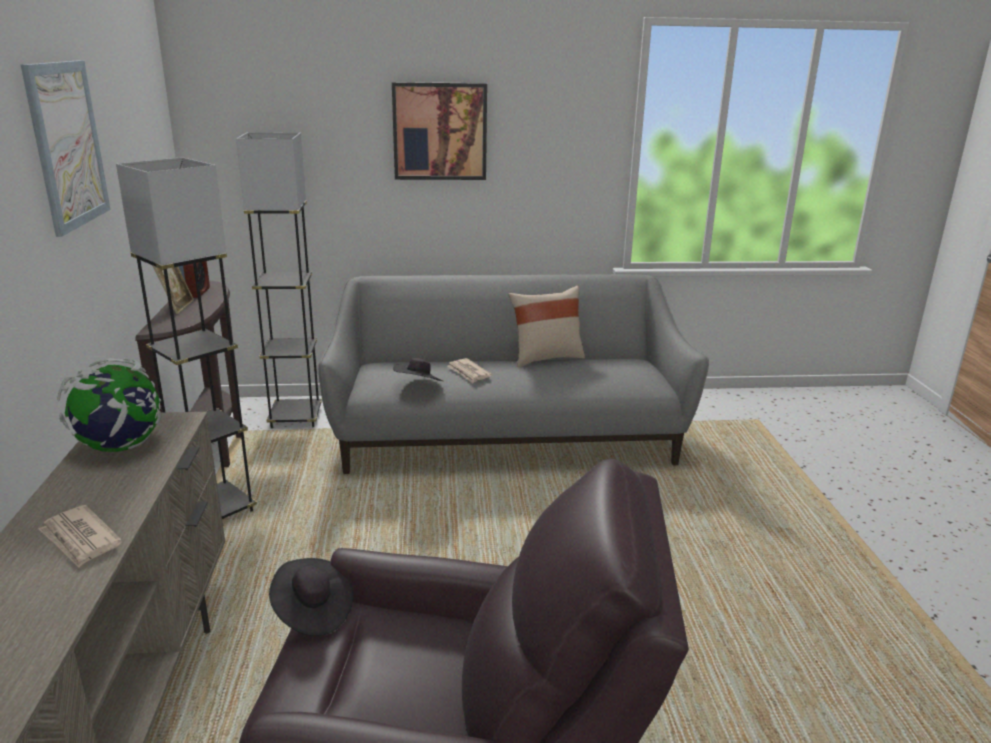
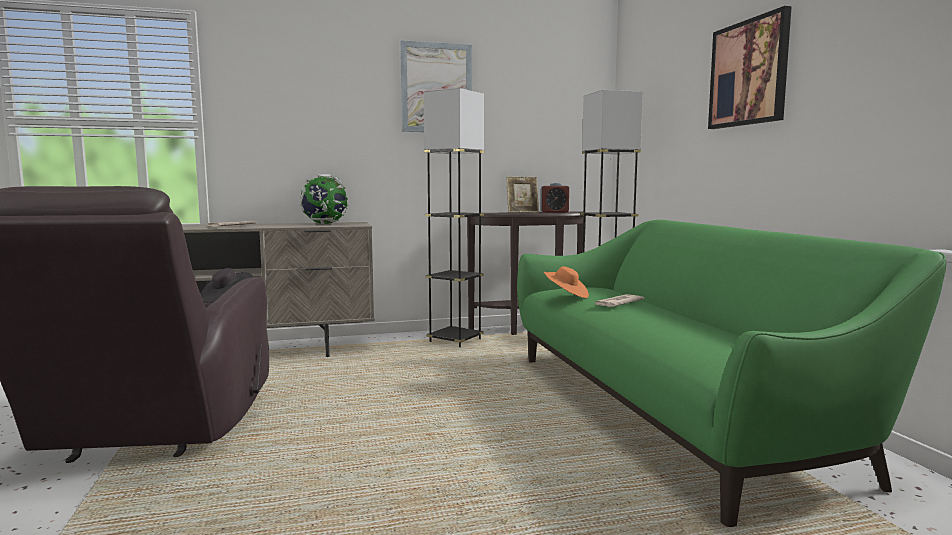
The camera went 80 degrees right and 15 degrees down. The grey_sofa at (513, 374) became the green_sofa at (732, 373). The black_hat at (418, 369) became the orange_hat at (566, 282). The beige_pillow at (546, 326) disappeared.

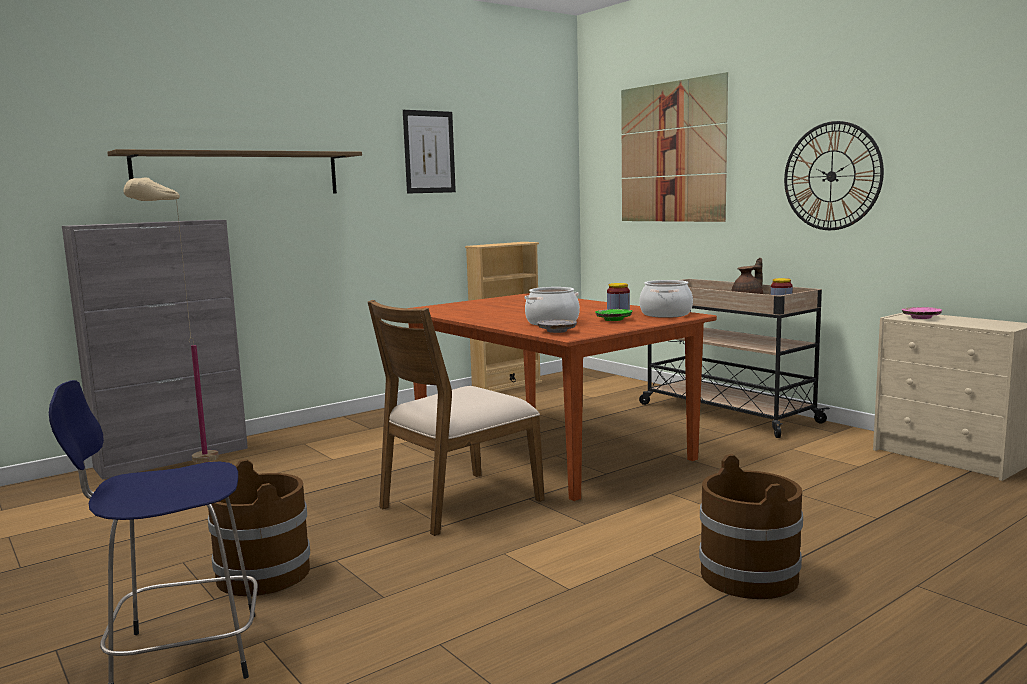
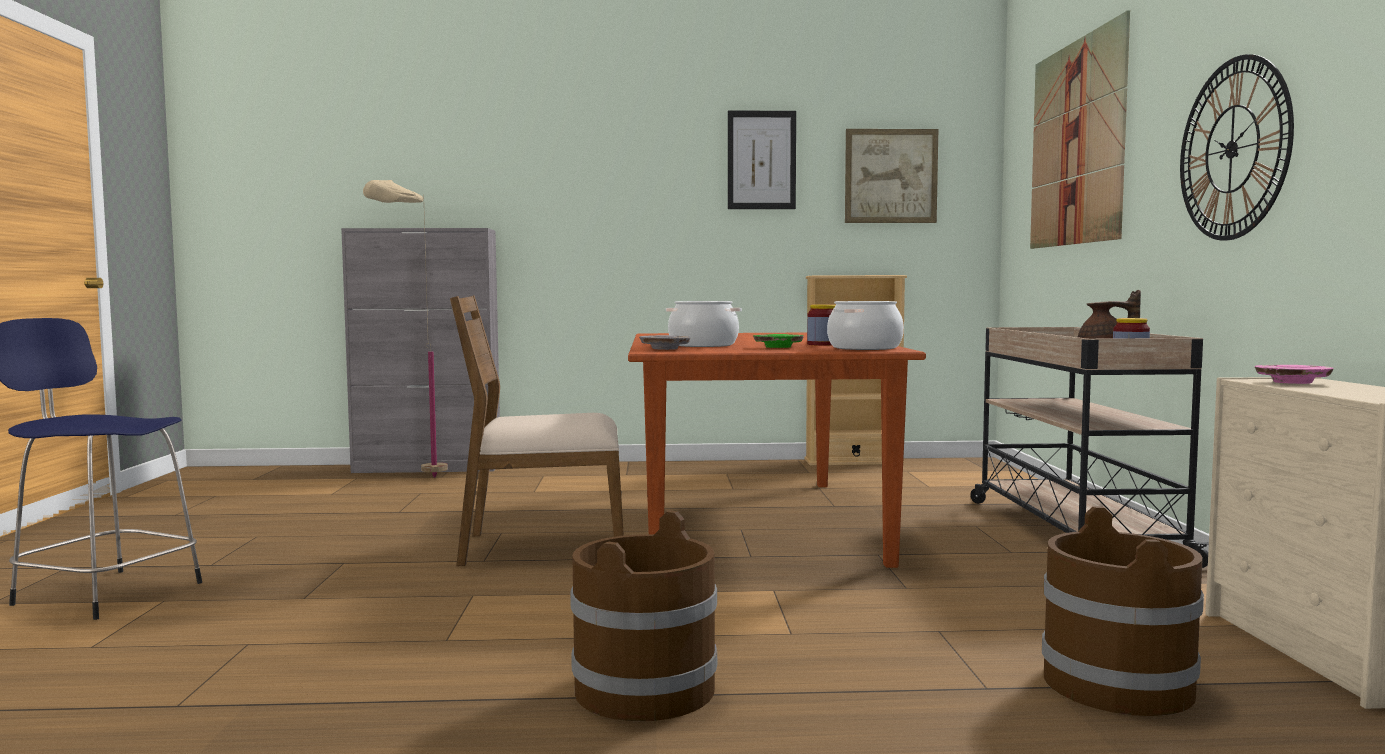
The camera went 35 degrees right and 5 degrees down. The picture at (891, 176) appeared. The brown_bucket moved from (258, 527) to (1123, 611). The shelf at (234, 171) disappeared.

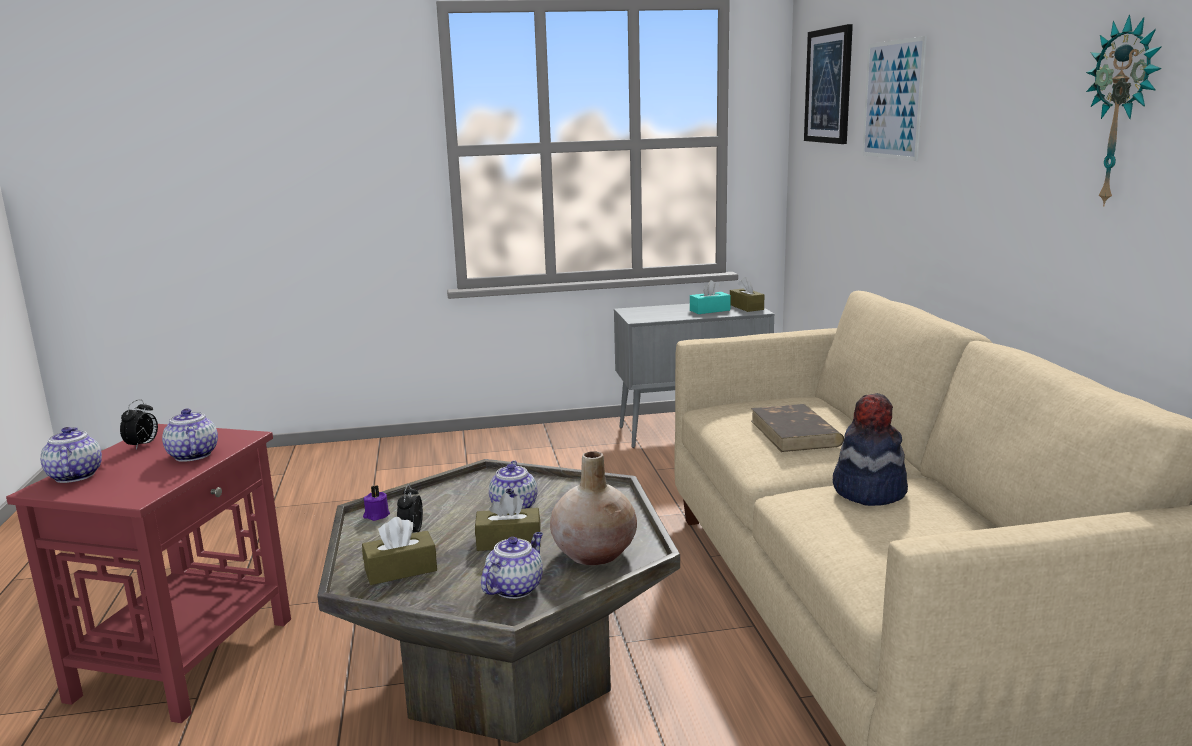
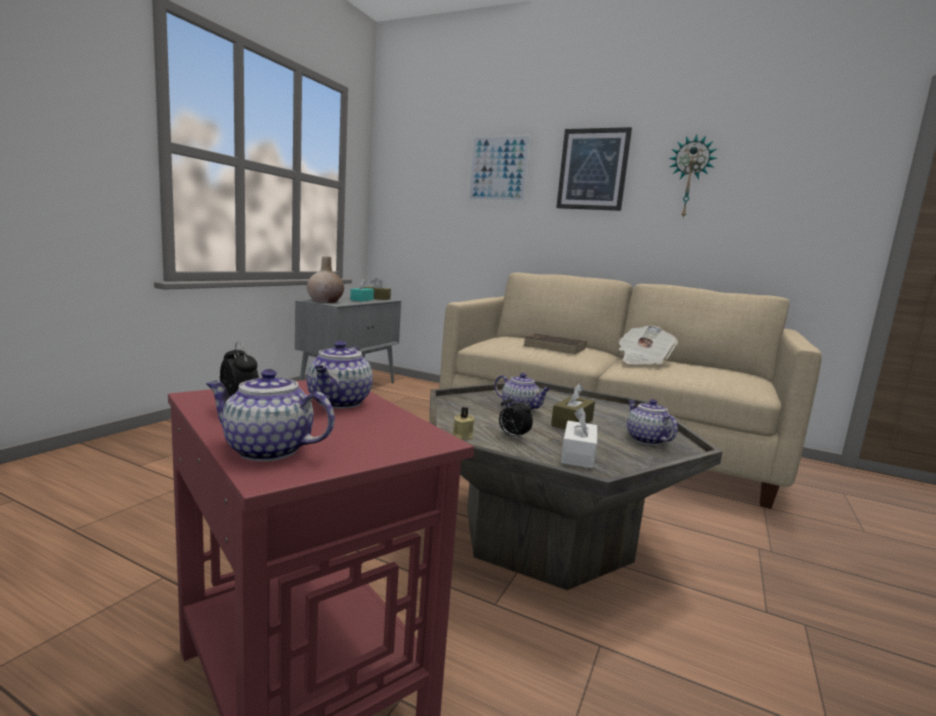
The camera went 55 degrees left and 5 degrees down. The beige_vase moved from (593, 508) to (325, 279). The teapot at (190, 435) turned 90 degrees counterclockwise. The purple_candle at (376, 503) became the beige_candle at (464, 423). The picture moved from (828, 84) to (594, 169). The brown_tissue_box at (399, 551) became the white_tissue_box at (579, 438). The hat at (870, 449) was replaced by the newspaper at (648, 345).

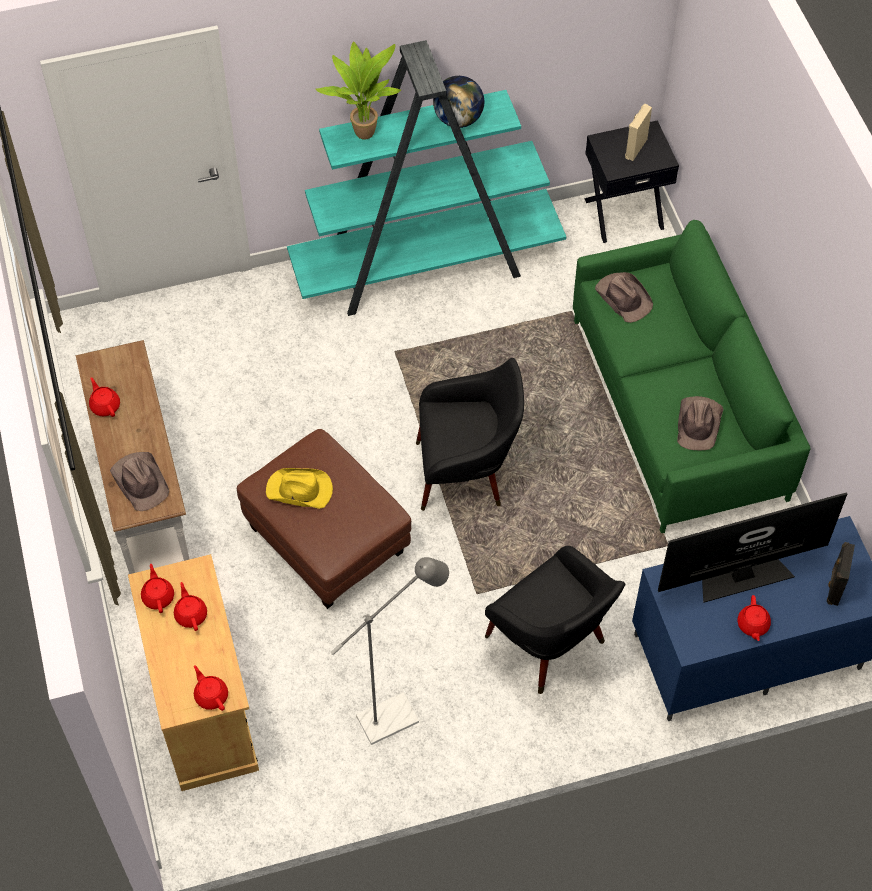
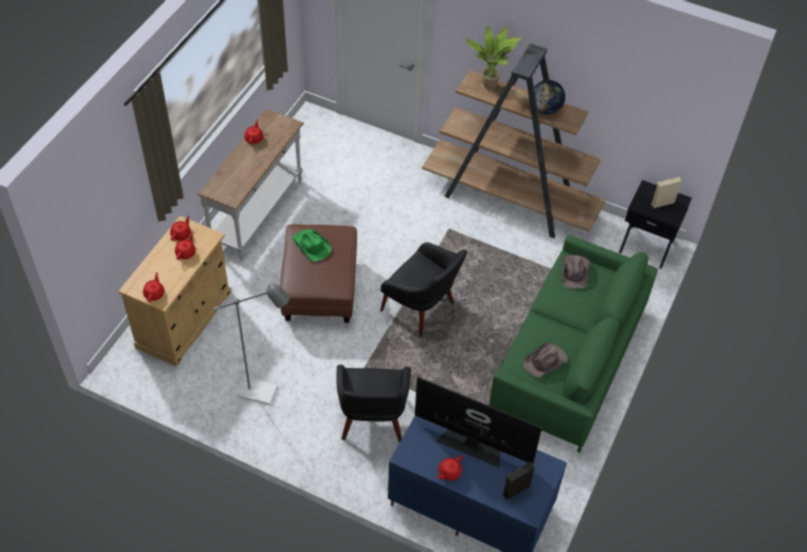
The camera went 40 degrees right and 5 degrees down. The yellow_hat at (299, 488) became the green_hat at (312, 245). The turquoise_bookcase at (426, 178) became the brown_bookcase at (514, 140). The brown_hat at (139, 481) disappeared.

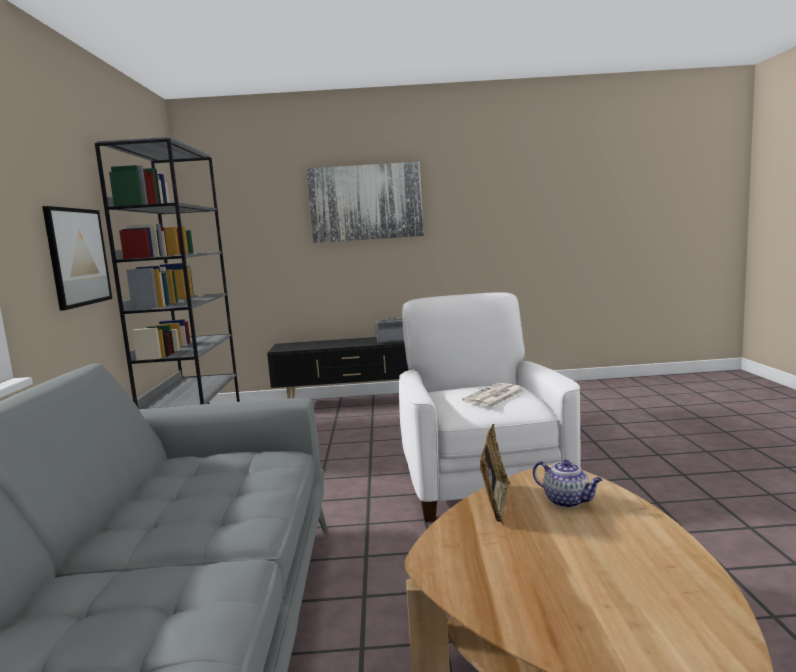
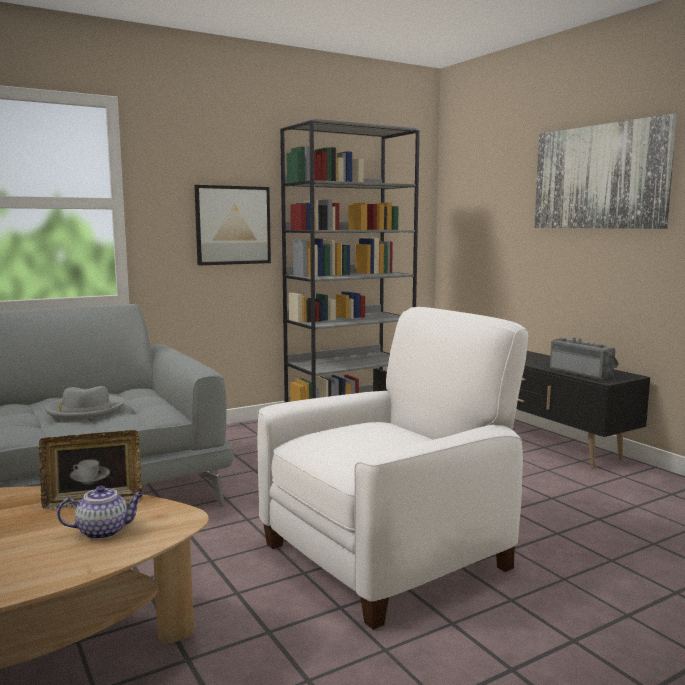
The camera went 60 degrees right and 0 degrees up. The grey_hat at (84, 403) appeared. The teapot at (567, 484) turned 120 degrees counterclockwise. The newspaper at (493, 395) disappeared.

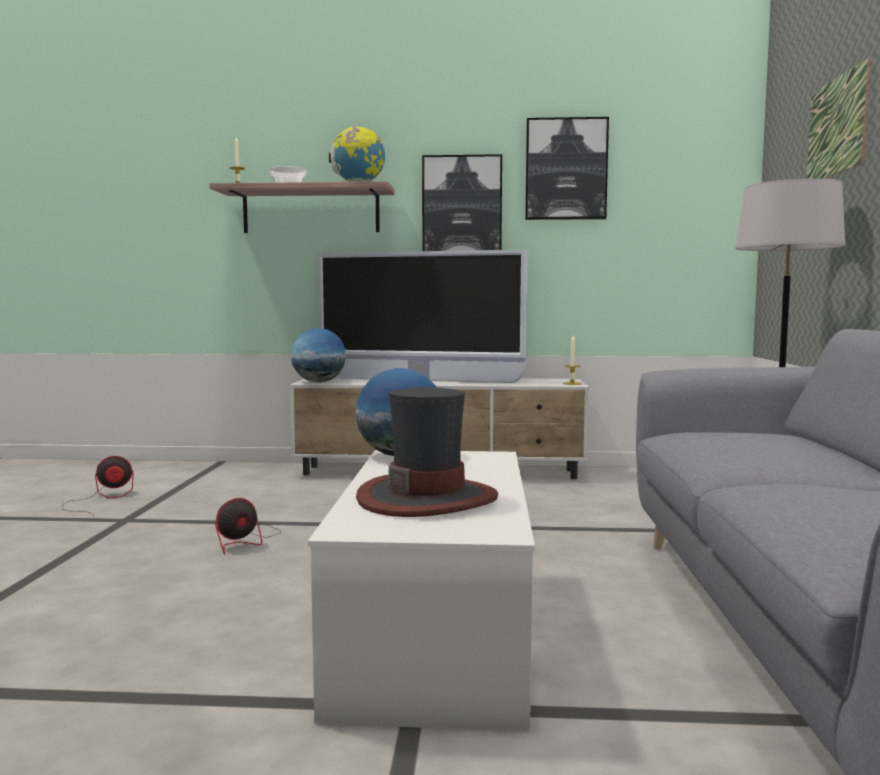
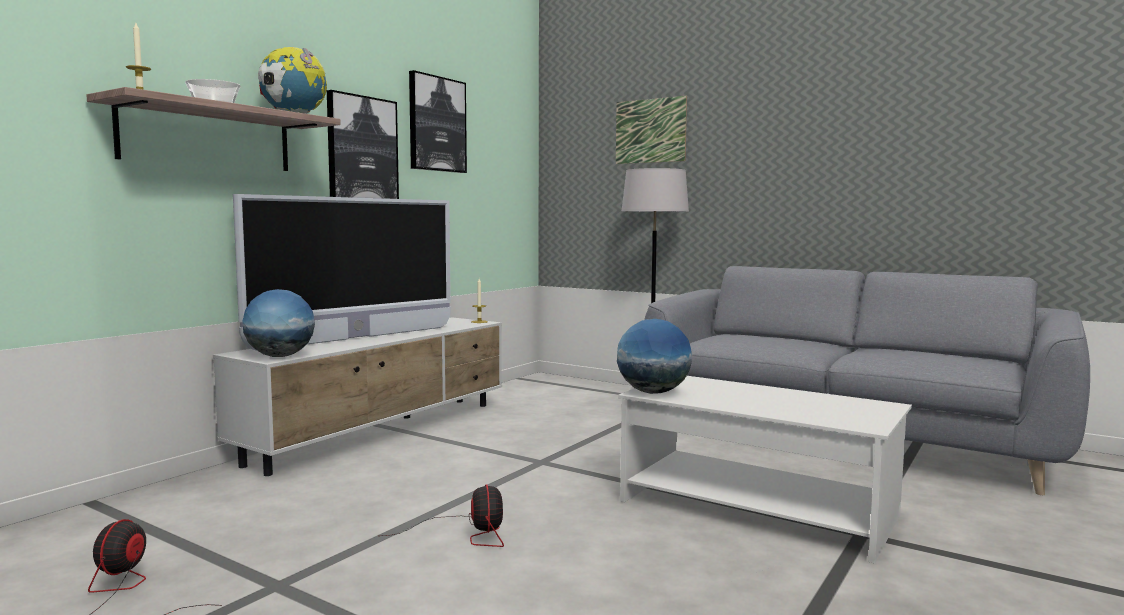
The camera went 60 degrees left and 0 degrees up. The hat at (427, 452) disappeared.

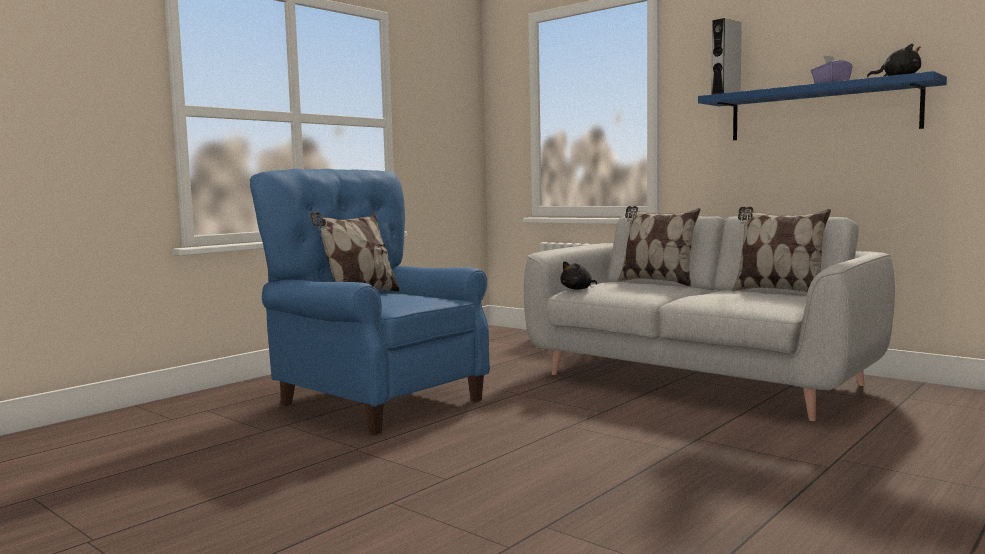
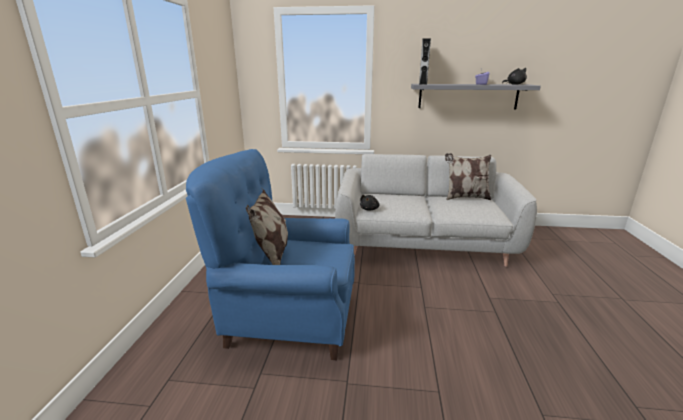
The camera went 35 degrees left and 15 degrees up. The blue_shelf at (822, 105) became the grey_shelf at (476, 96). The pillow at (659, 246) disappeared.

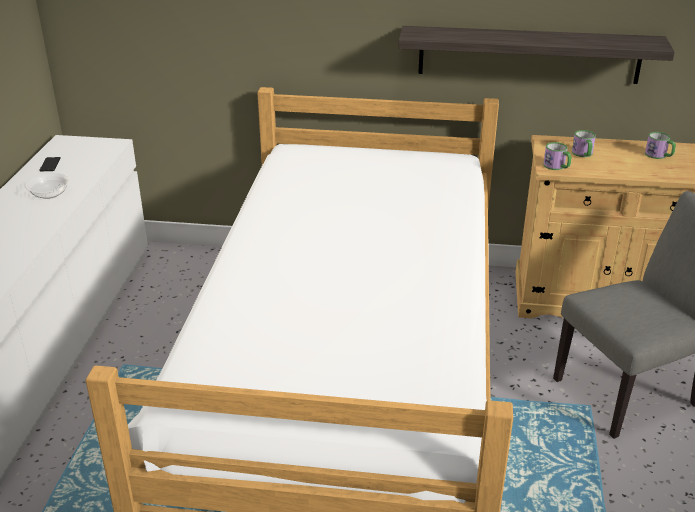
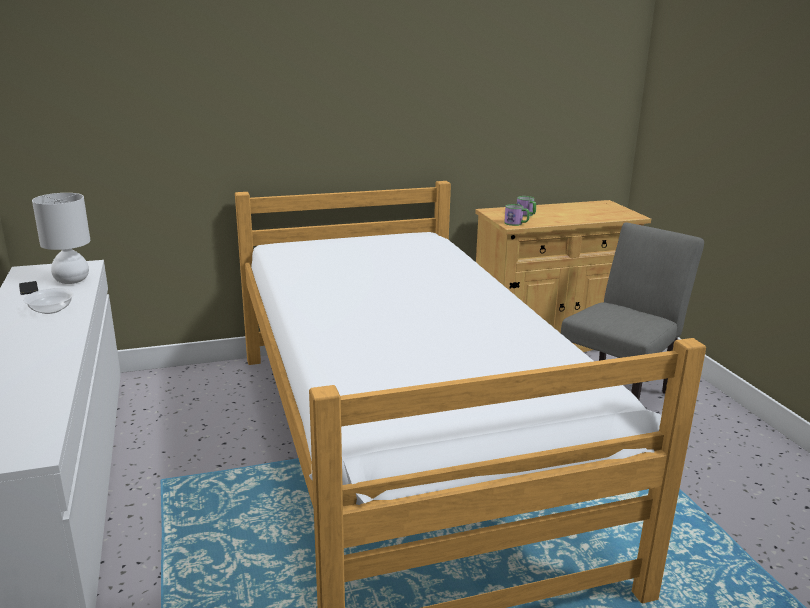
The camera went 25 degrees left and 10 degrees down. The white_table_lamp at (61, 238) appeared. The shelf at (536, 55) disappeared. The mug at (660, 145) disappeared.

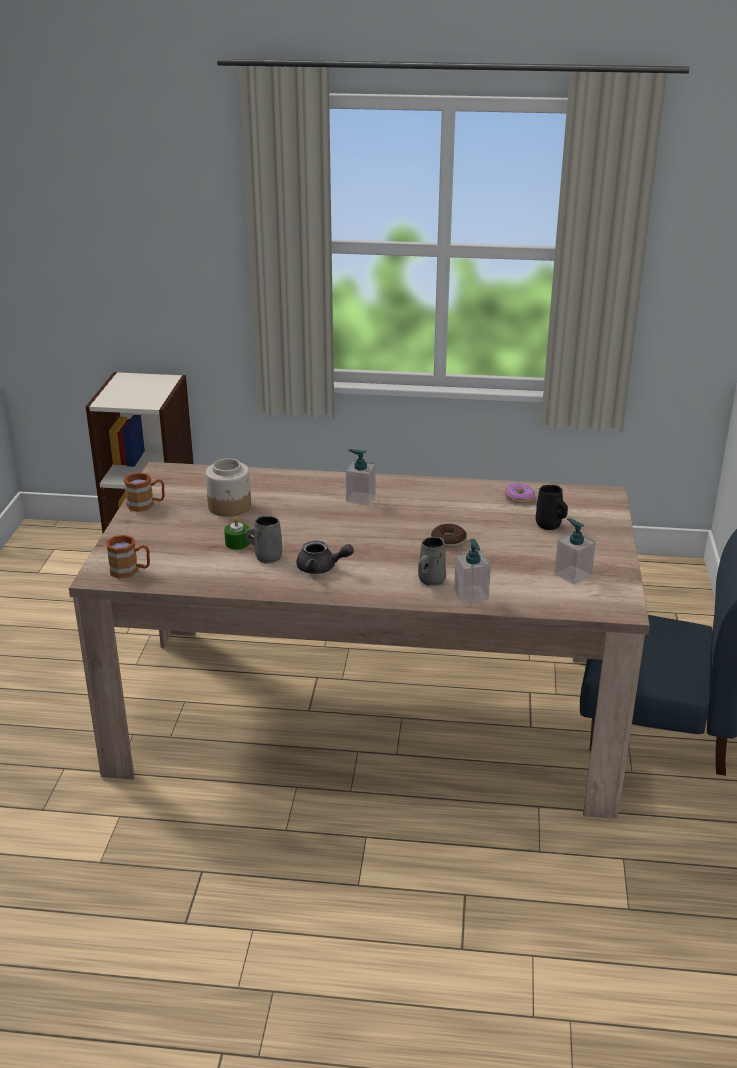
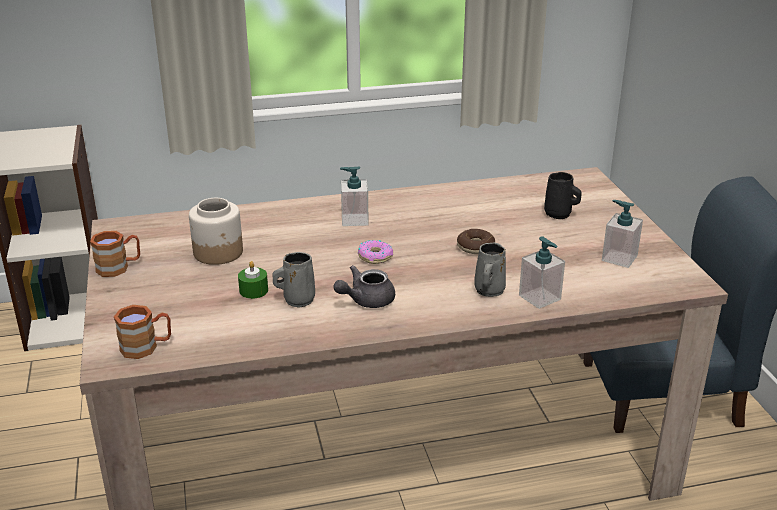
The camera went 20 degrees left and 0 degrees up. The grey_teapot at (325, 557) turned 150 degrees clockwise. The donut moved from (520, 493) to (375, 252).

